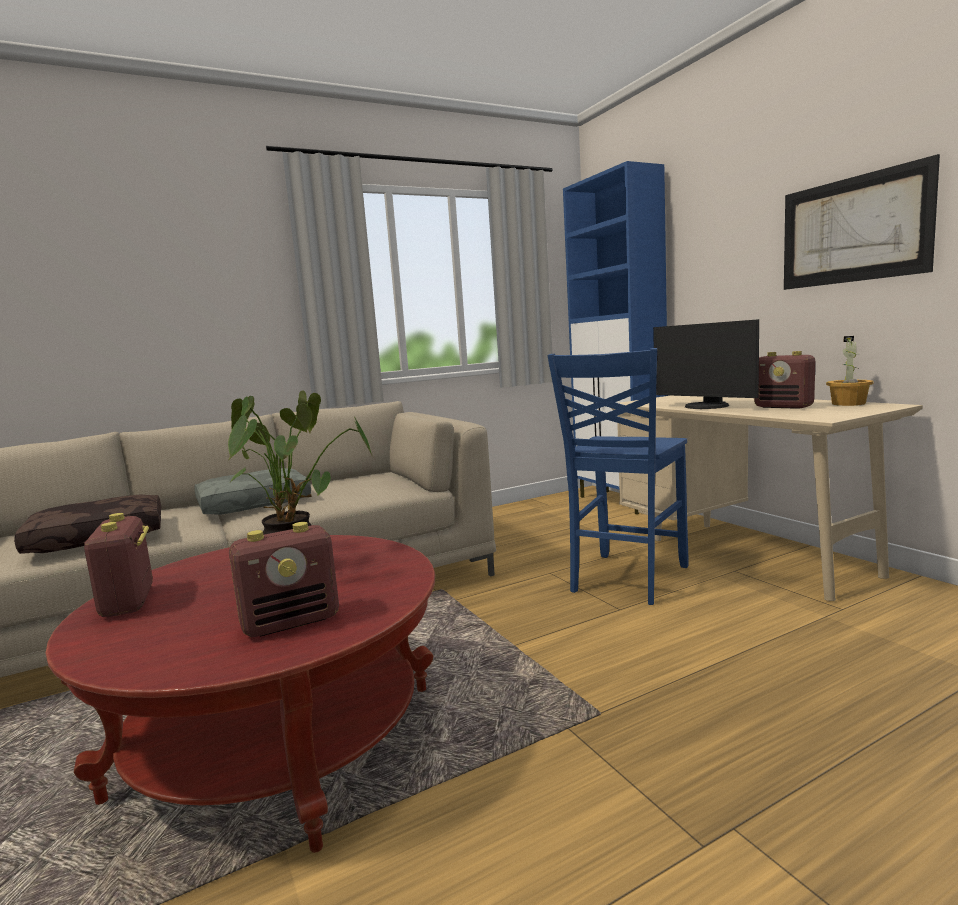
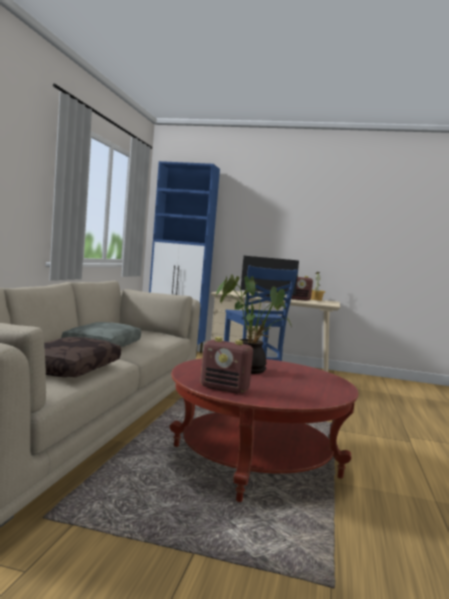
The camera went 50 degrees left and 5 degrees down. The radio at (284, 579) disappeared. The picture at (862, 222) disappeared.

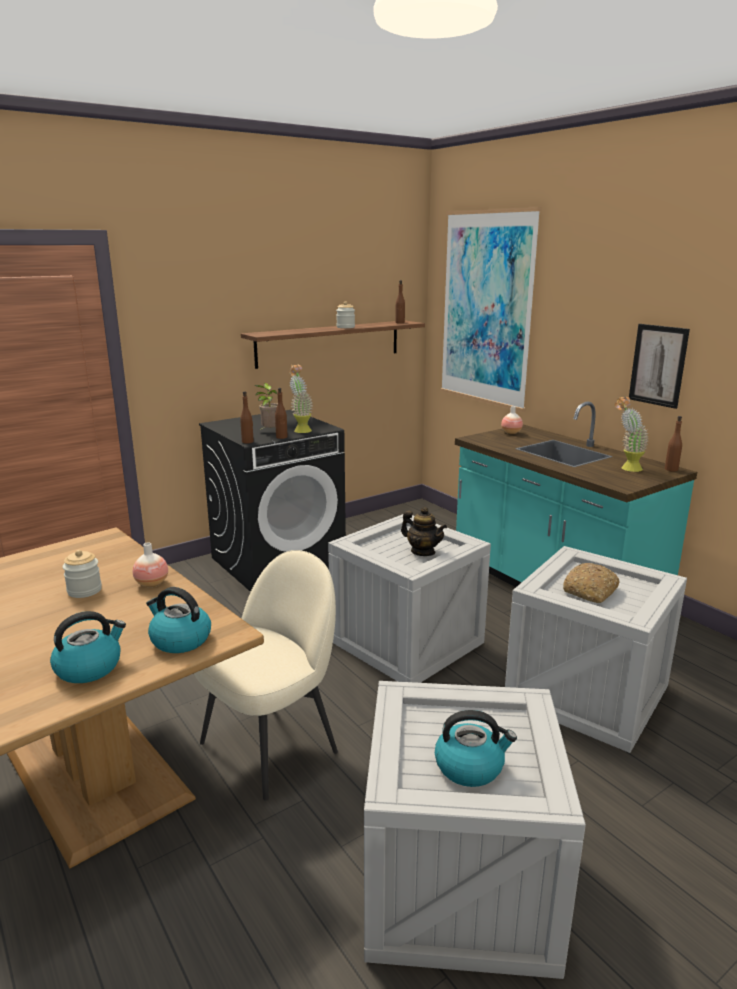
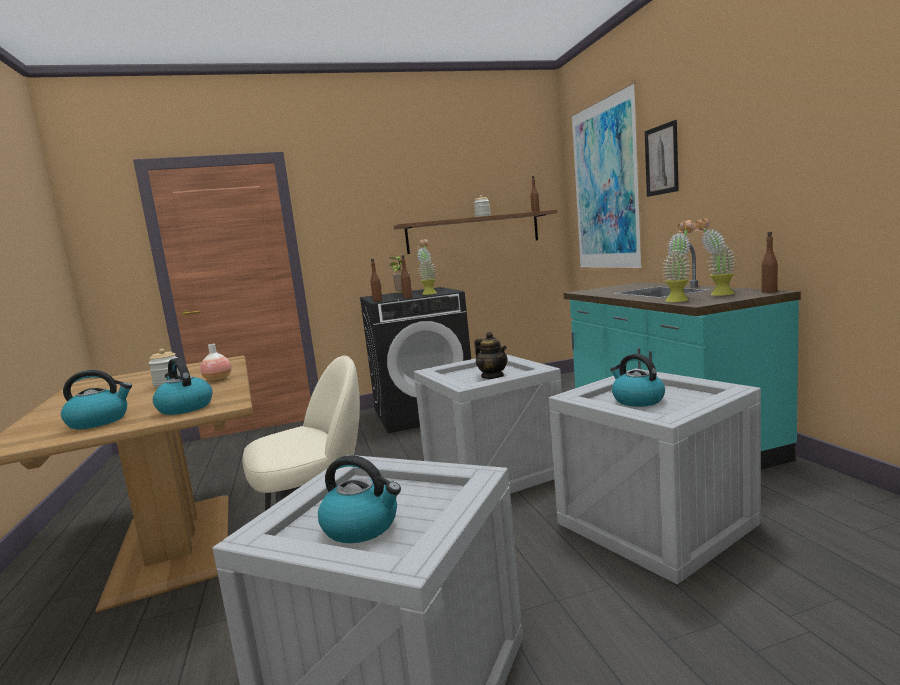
The camera went 20 degrees right and 10 degrees down. The bread at (591, 583) was replaced by the kettle at (637, 380). The picture moved from (659, 366) to (662, 158). The potted_plant at (679, 261) appeared. The vase at (512, 420) disappeared.

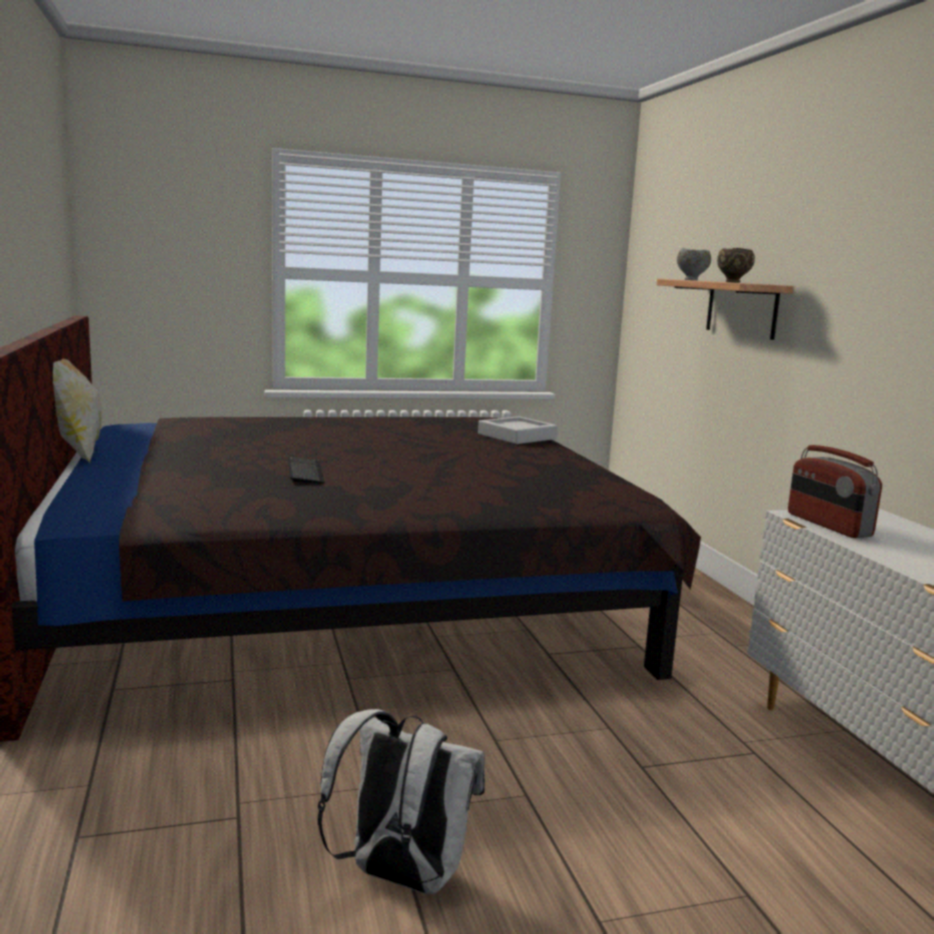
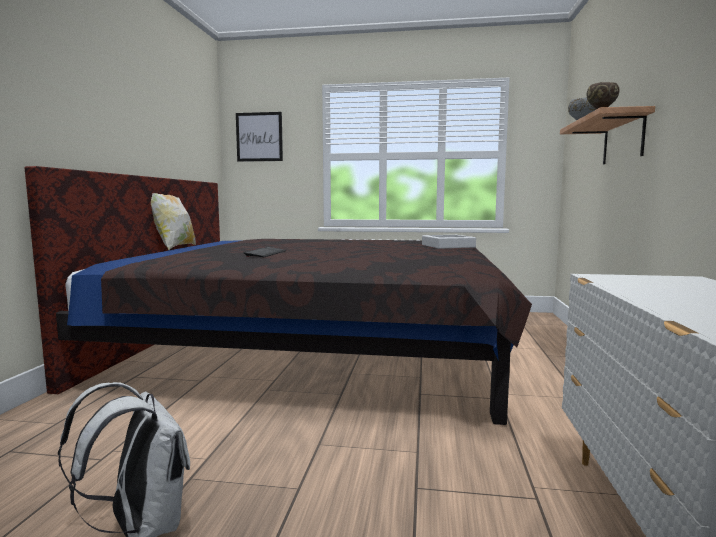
The camera went 25 degrees right and 5 degrees down. The picture at (259, 137) appeared. The radio at (835, 491) disappeared.

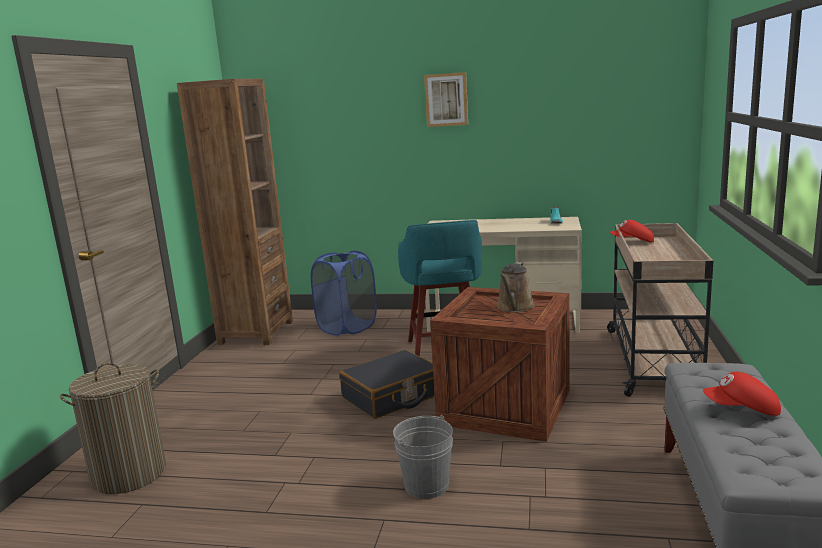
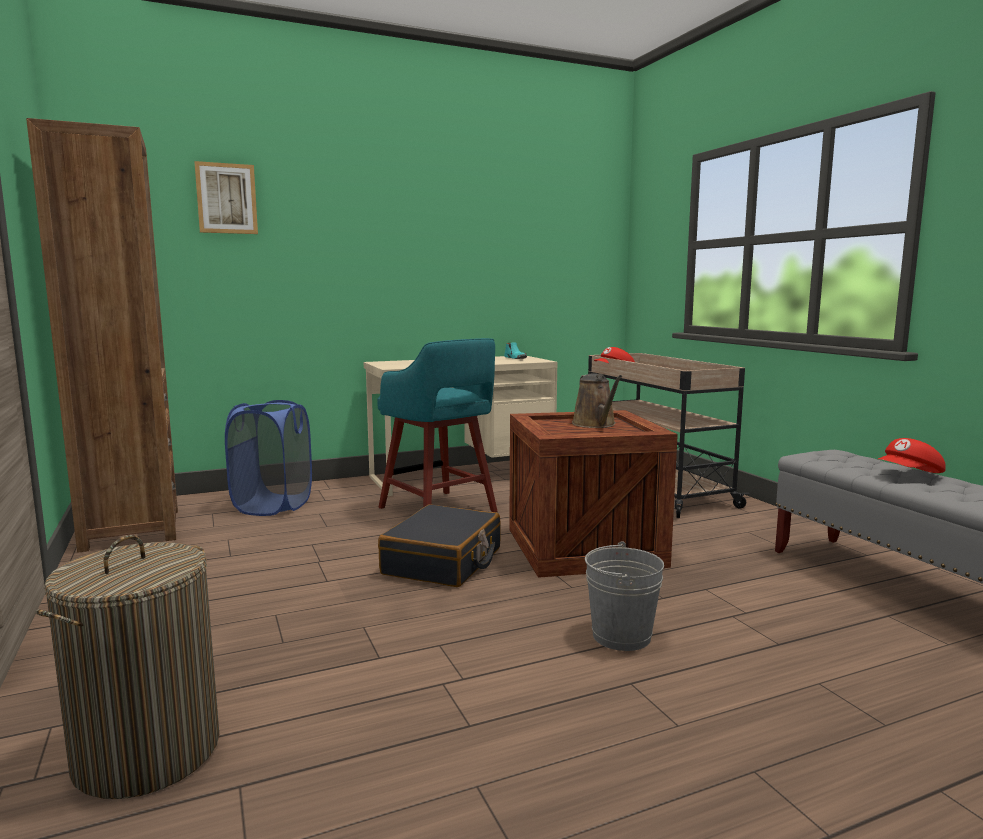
The camera went 35 degrees left and 5 degrees down. The picture moved from (446, 99) to (226, 197).

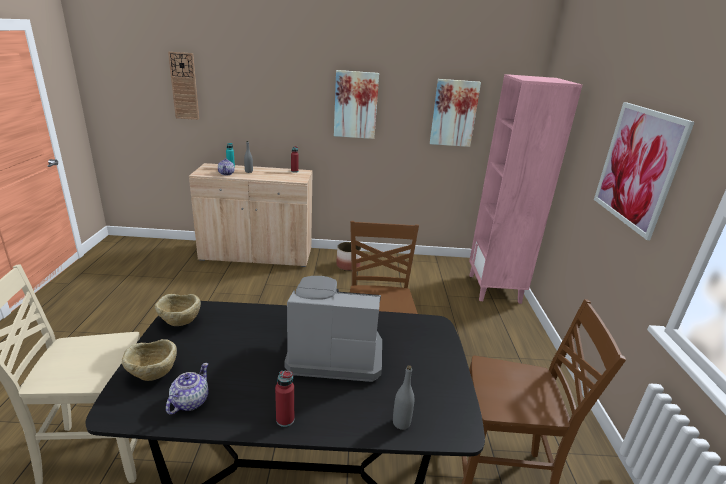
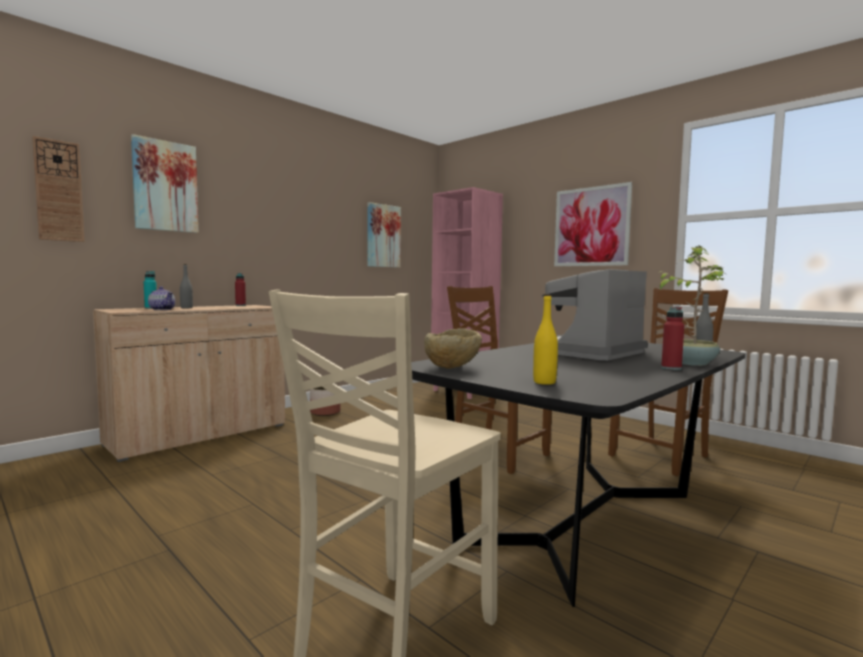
The camera went 45 degrees left and 20 degrees down. The picture moved from (356, 104) to (165, 183). The beige_bowl at (149, 360) was replaced by the yellow_bottle at (545, 339). The potted_plant at (695, 306) appeared. The teapot at (187, 388) disappeared.

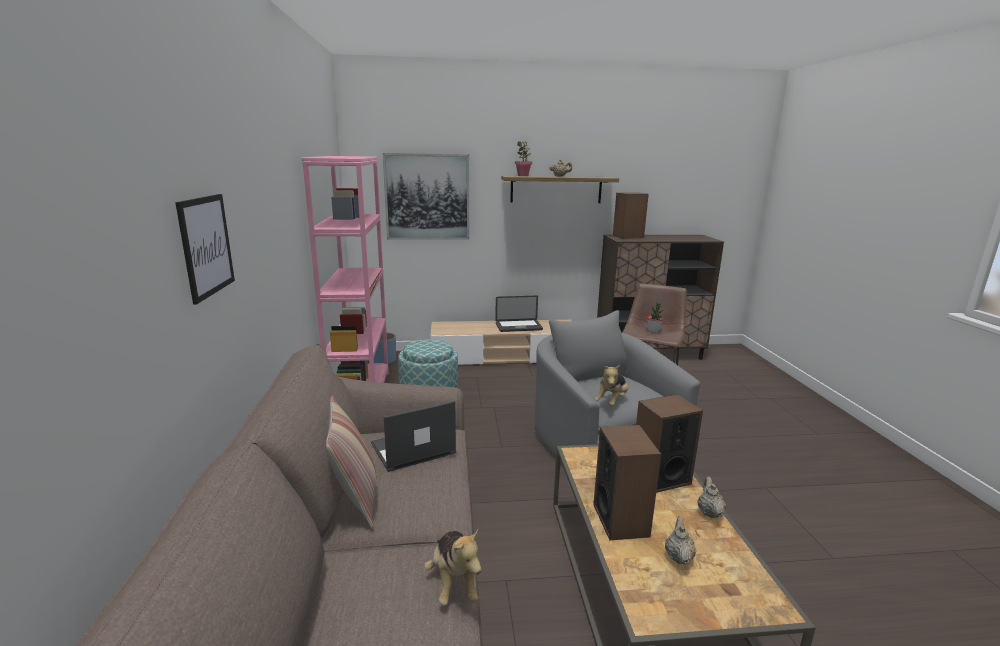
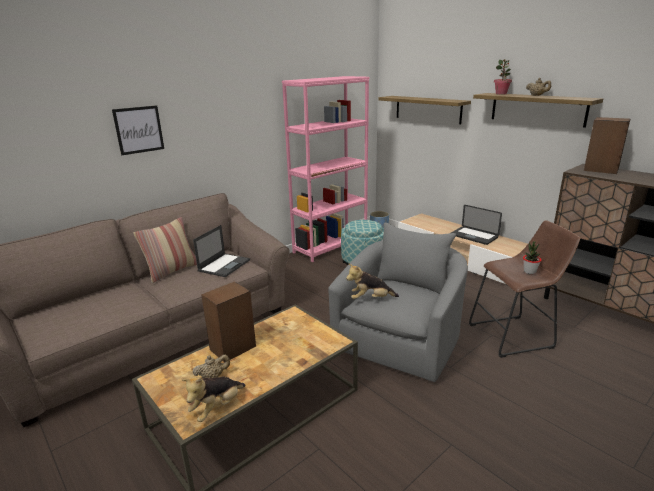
The camera went 55 degrees right and 5 degrees up. The plush_toy moved from (452, 567) to (213, 399). The laptop at (413, 436) turned 90 degrees clockwise. The picture at (426, 196) was replaced by the shelf at (425, 110). The speaker at (669, 443) disappeared. The beige_teapot at (711, 497) disappeared.

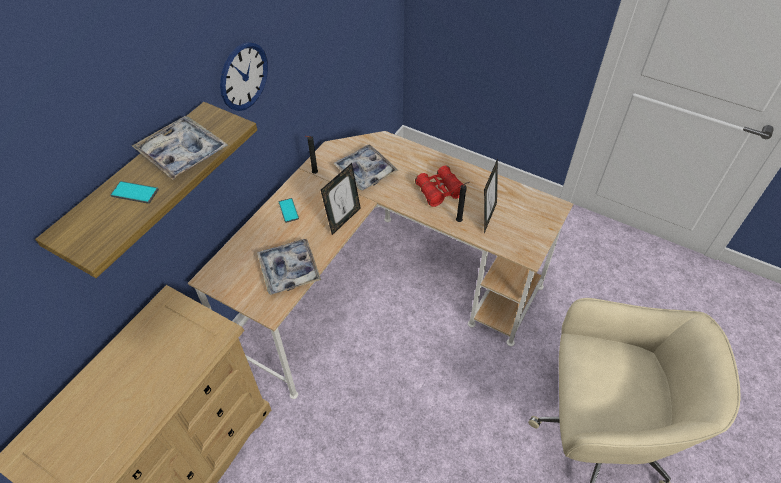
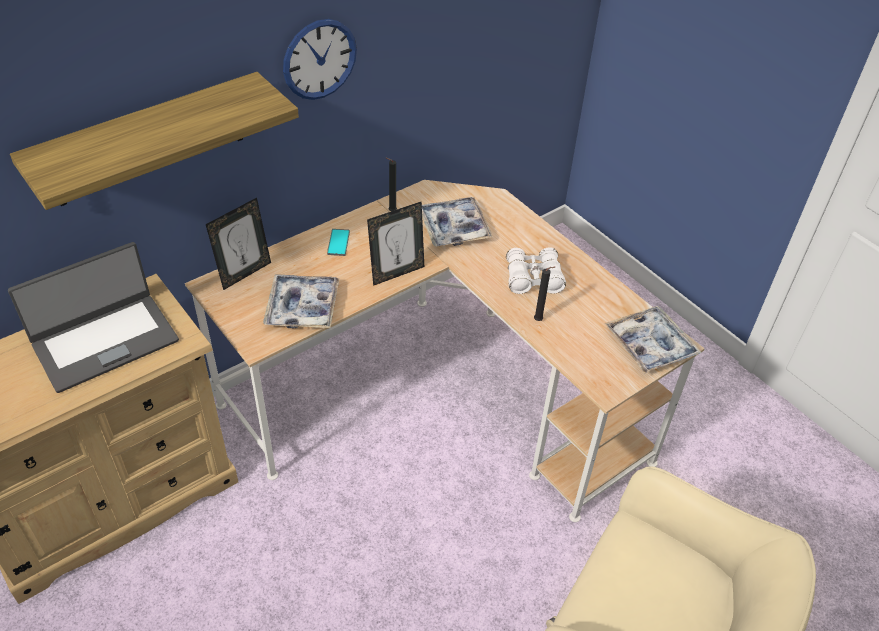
The camera went 20 degrees right and 5 degrees down. The laptop at (93, 317) appeared. The picture_frame moved from (491, 195) to (238, 244). The red_binoculars at (441, 186) became the white_binoculars at (536, 270). The tray moved from (180, 148) to (653, 340). The phone at (134, 192) disappeared.

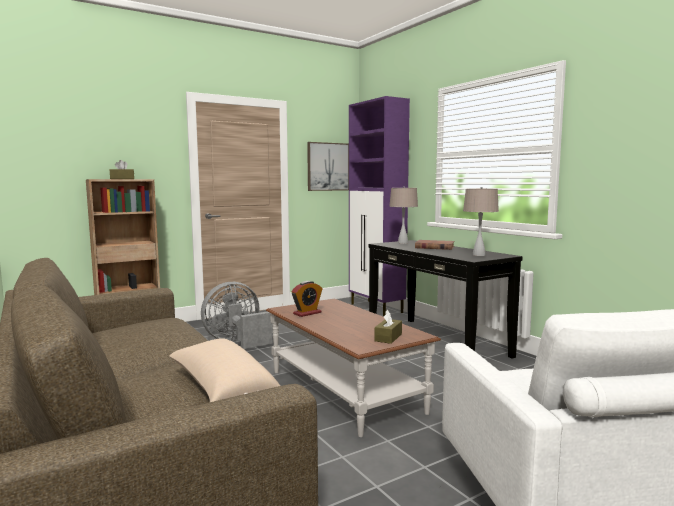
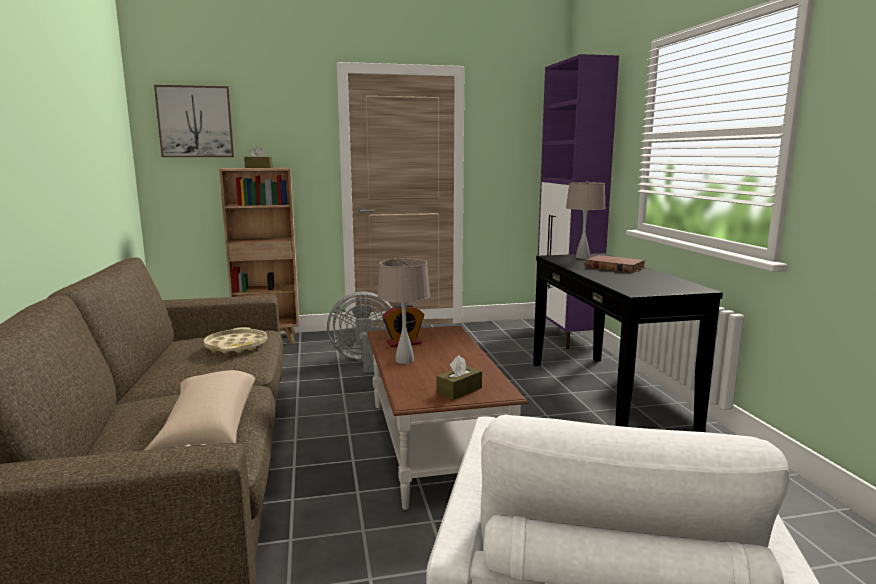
The camera went 20 degrees right and 5 degrees up. The picture moved from (328, 166) to (194, 121). The beige_tray at (235, 340) appeared. The beige_table_lamp moved from (481, 221) to (404, 311).

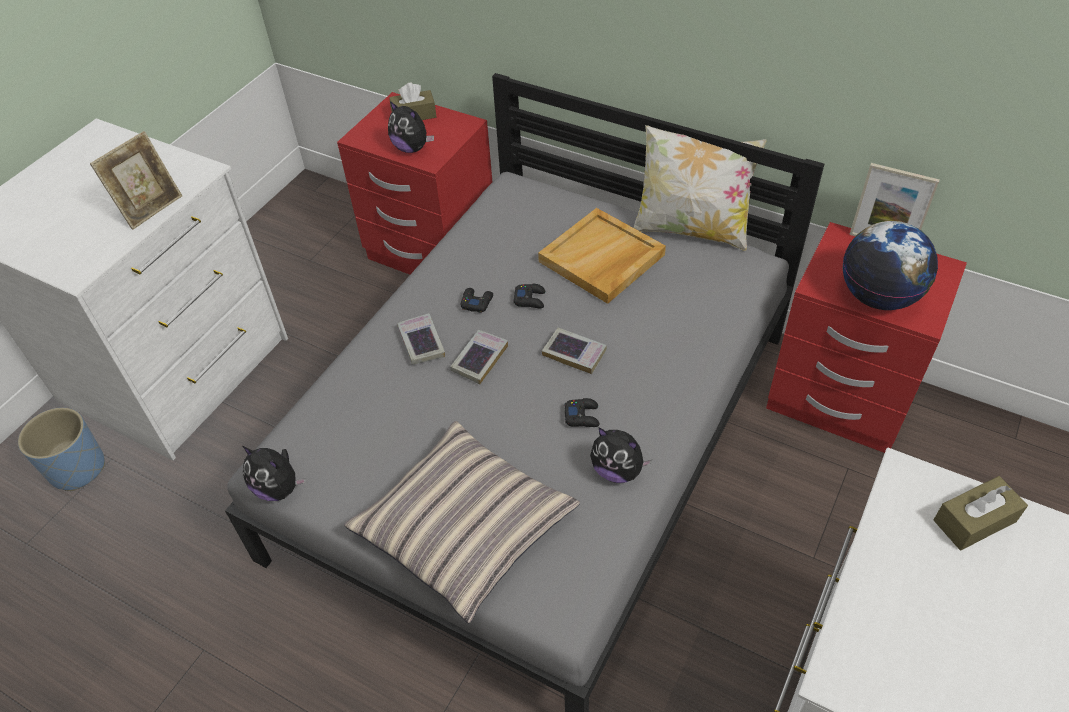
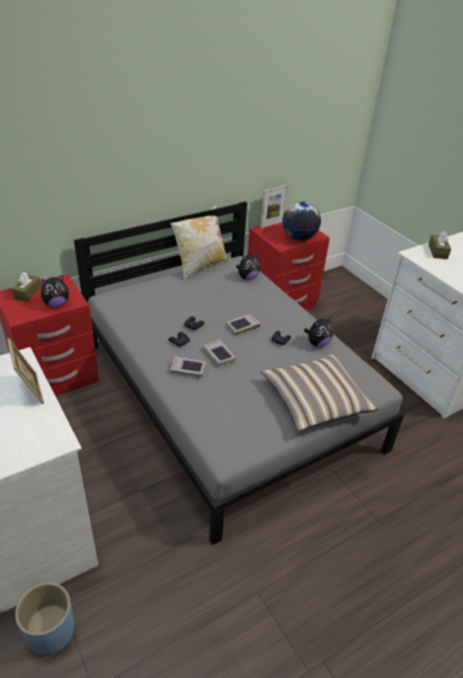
The camera went 65 degrees left and 10 degrees down. The plush_toy moved from (274, 473) to (248, 266). The beige_tray at (602, 256) disappeared.

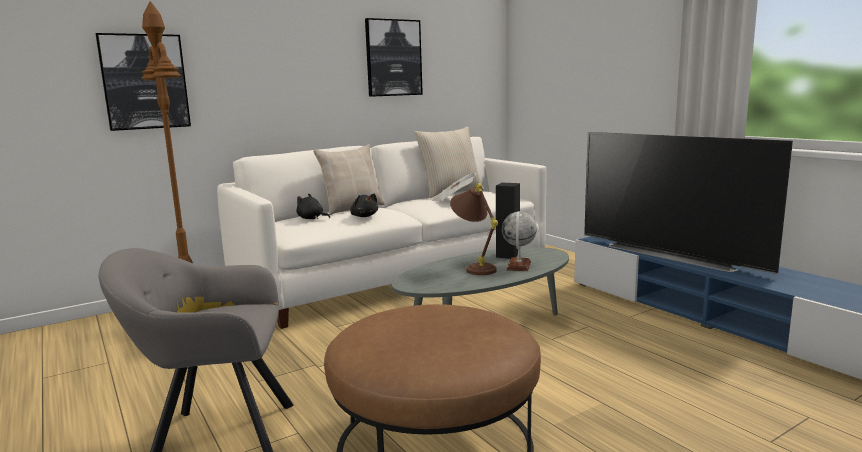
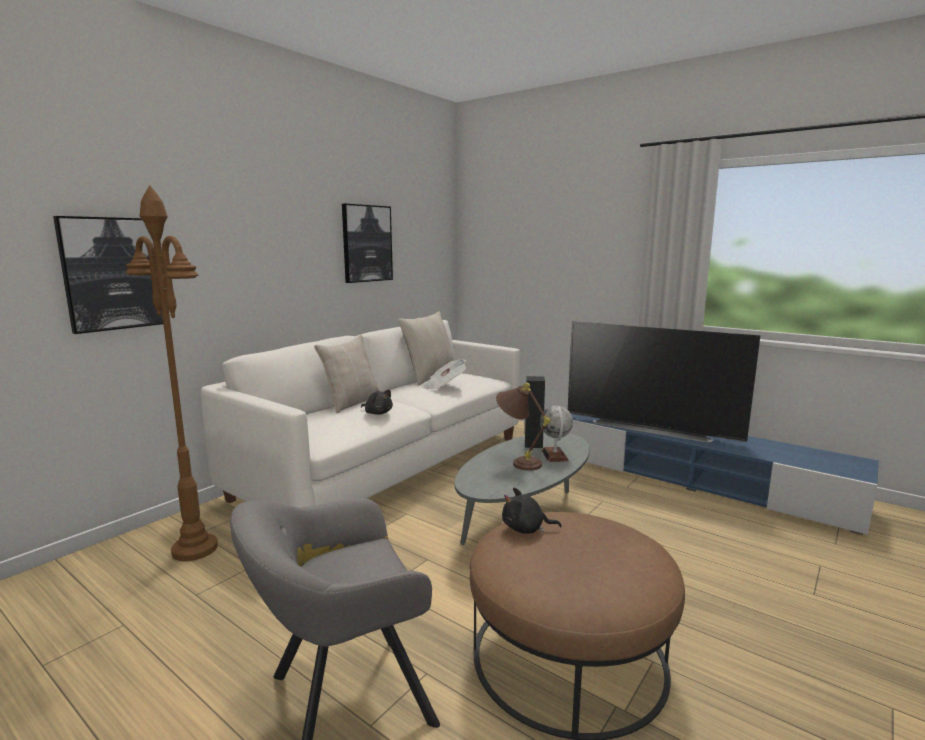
The camera went 20 degrees left and 0 degrees up. The black_plush_toy moved from (313, 206) to (532, 511).

